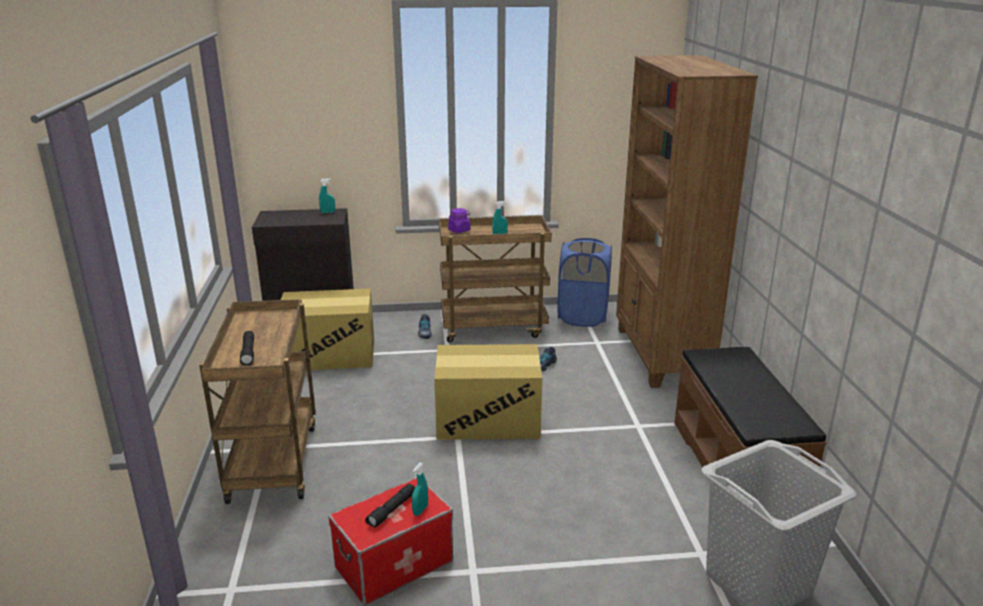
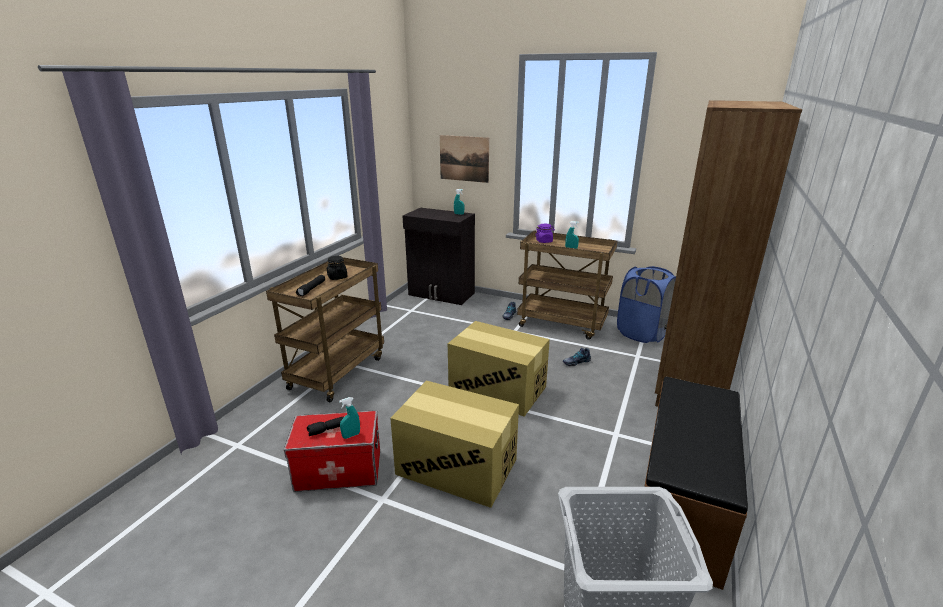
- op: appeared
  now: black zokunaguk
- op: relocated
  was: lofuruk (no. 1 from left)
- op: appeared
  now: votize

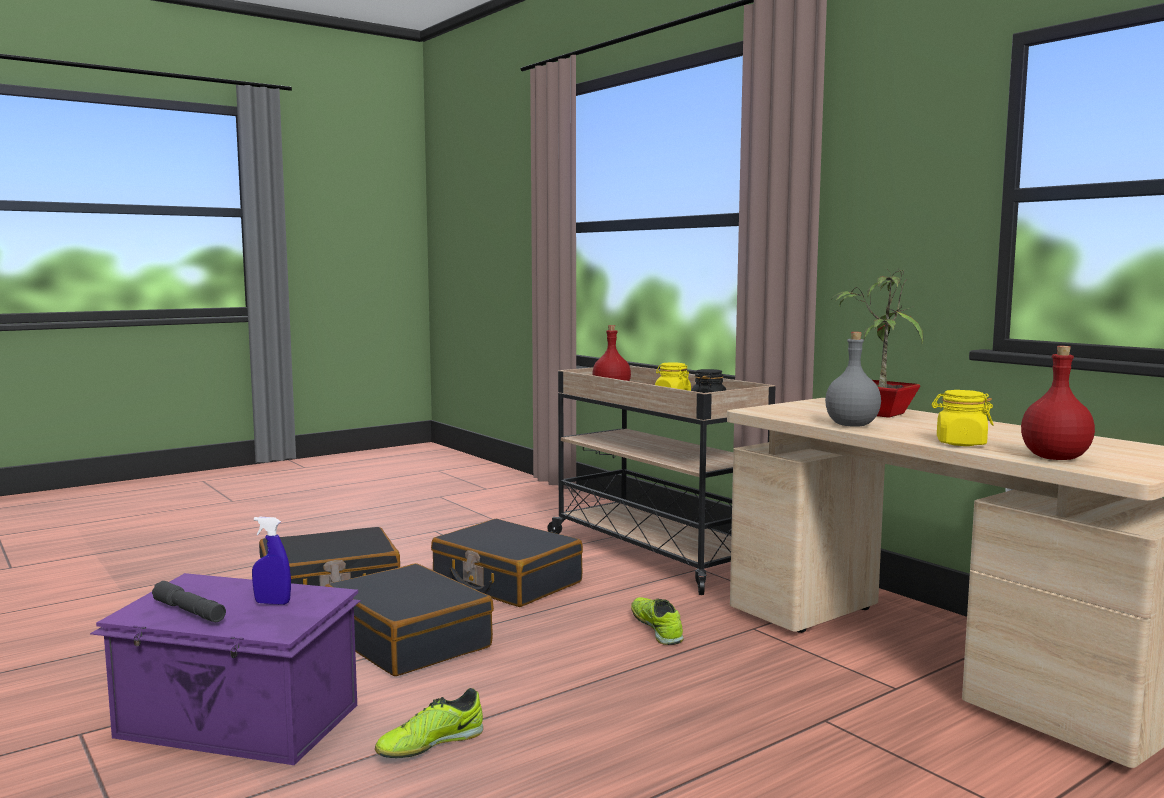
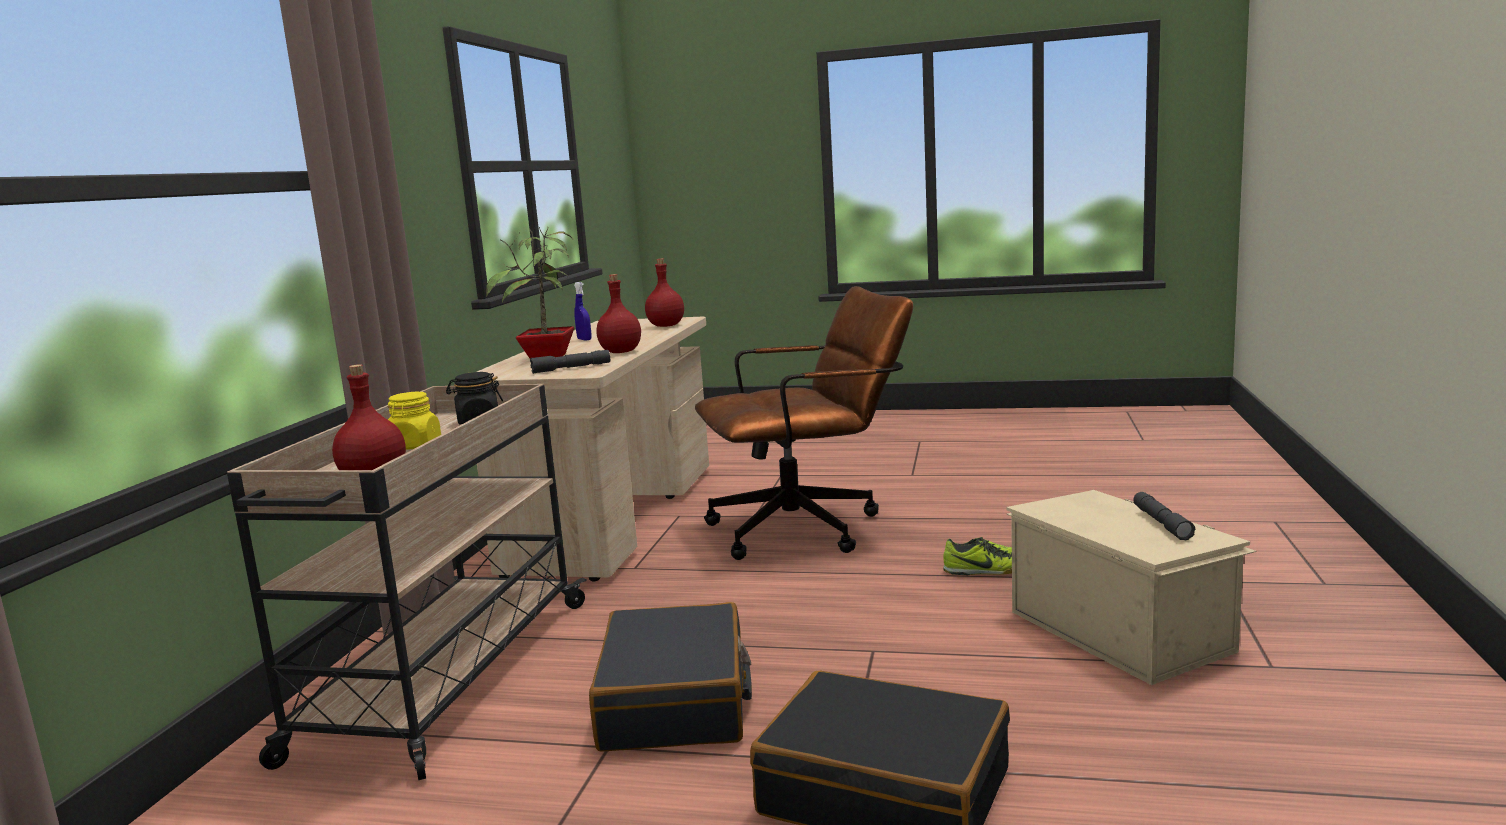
- op: appeared
  now: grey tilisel (no. 1 from left)
- op: relocated
  was: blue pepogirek
- op: colour
  was: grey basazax
  now: red basazax (no. 2 from left)
- op: appeared
  now: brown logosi
- op: colour
  was: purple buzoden
  now: beige buzoden
- op: missing
  was: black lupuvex (no. 2 from left)
- op: missing
  was: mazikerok (no. 2 from left)
- op: missing
  was: yellow zokunaguk (no. 2 from left)

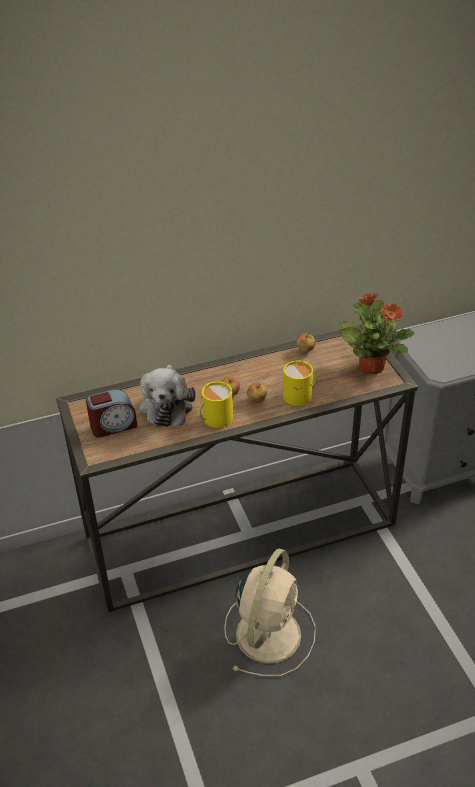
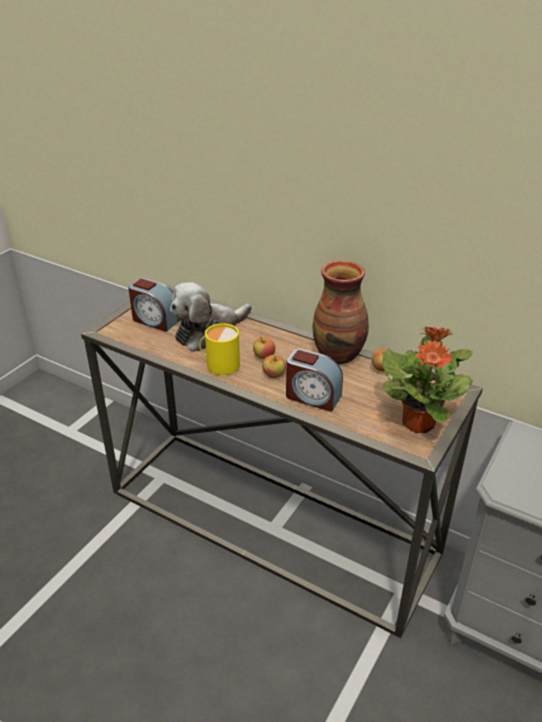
- op: exchanged
  was: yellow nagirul (no. 2 from left)
  now: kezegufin (no. 2 from left)
- op: appeared
  now: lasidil
- op: missing
  was: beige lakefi

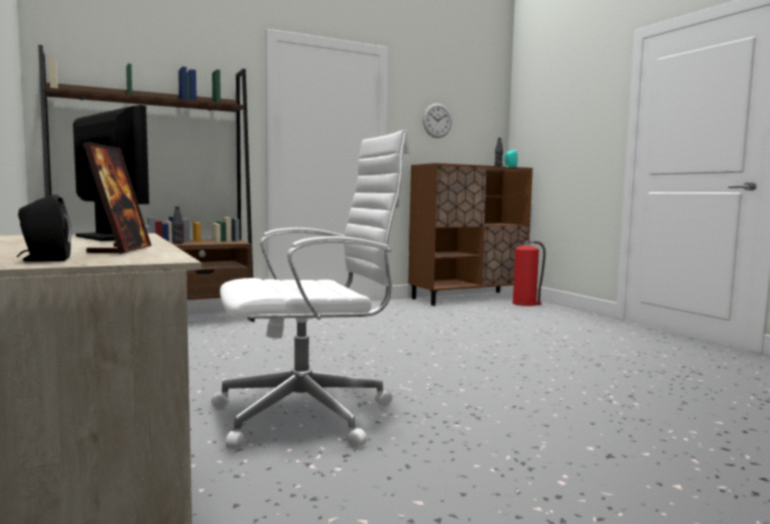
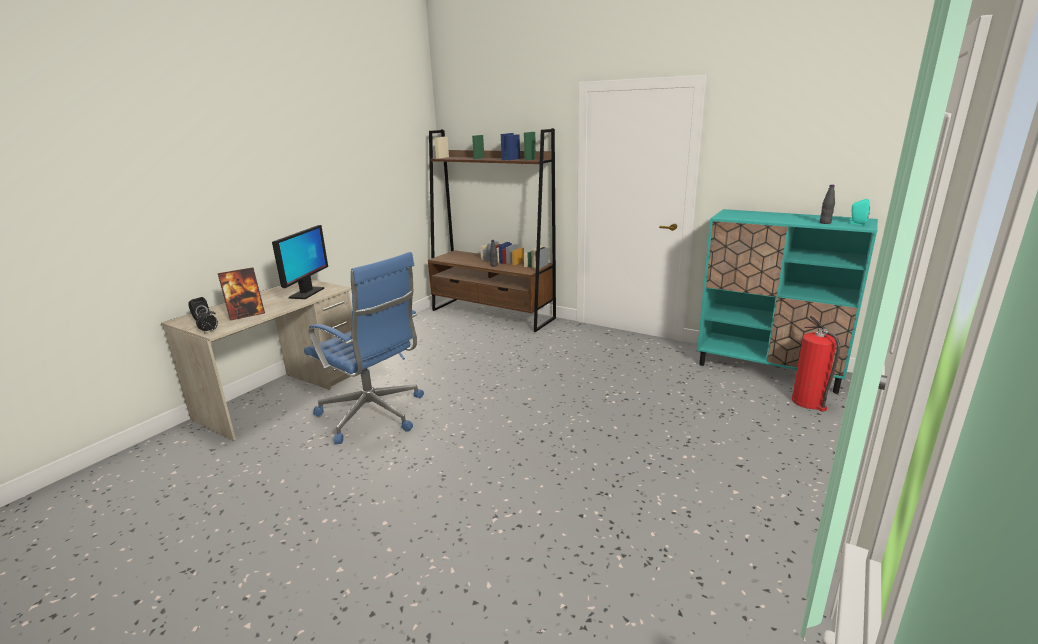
- op: appeared
  now: kezegufin
- op: colour
  was: white logosi
  now: blue logosi
- op: colour
  was: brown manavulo
  now: turquoise manavulo
- op: missing
  was: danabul

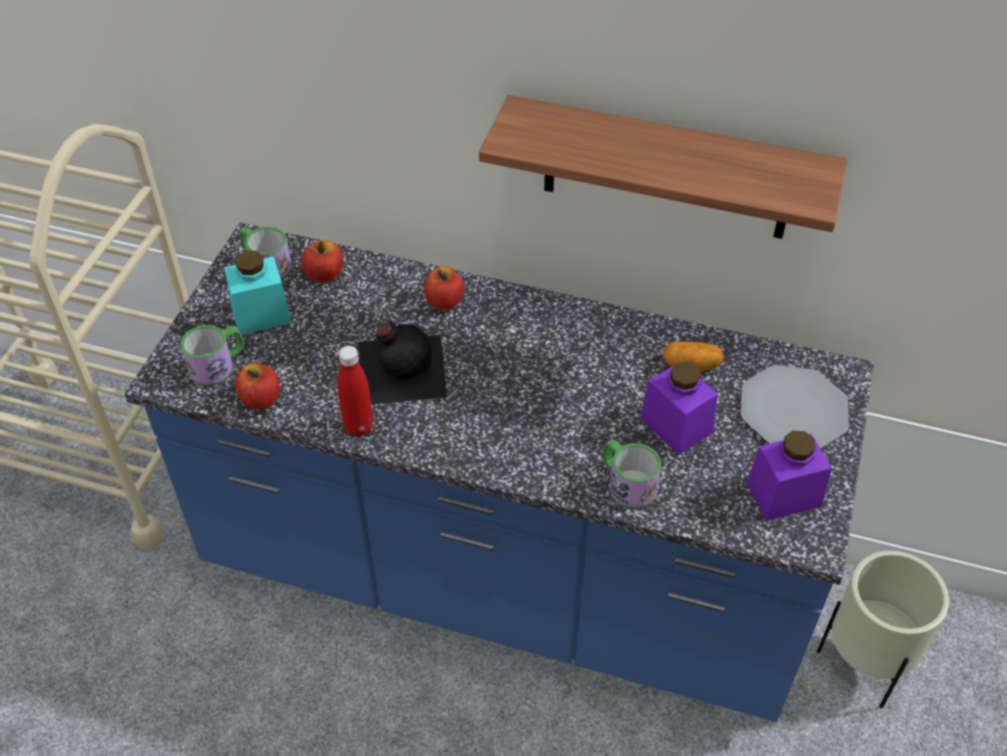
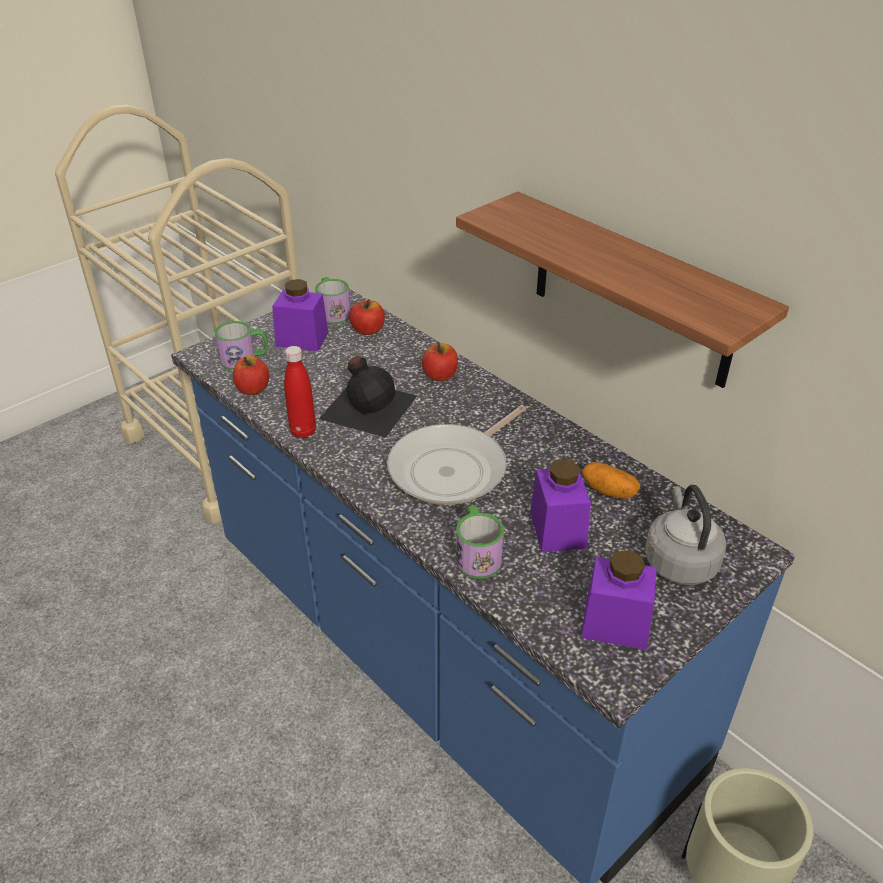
- op: colour
  was: turquoise zokunaguk
  now: purple zokunaguk (no. 1 from left)
- op: appeared
  now: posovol
- op: exchanged
  was: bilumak
  now: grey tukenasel

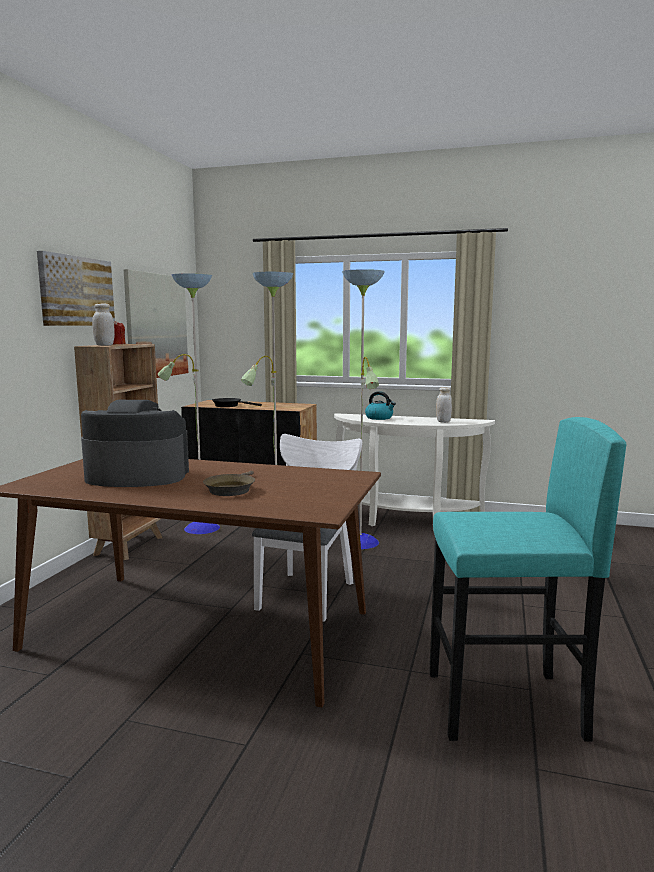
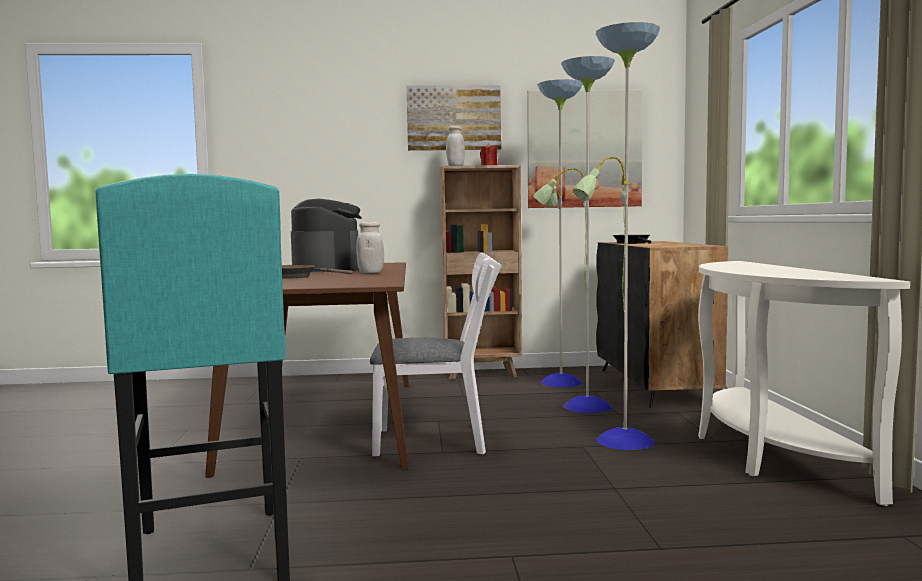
- op: relocated
  was: white zokunaguk (no. 2 from left in the first image)
  now: white zokunaguk (no. 1 from left)
- op: missing
  was: tukenasel

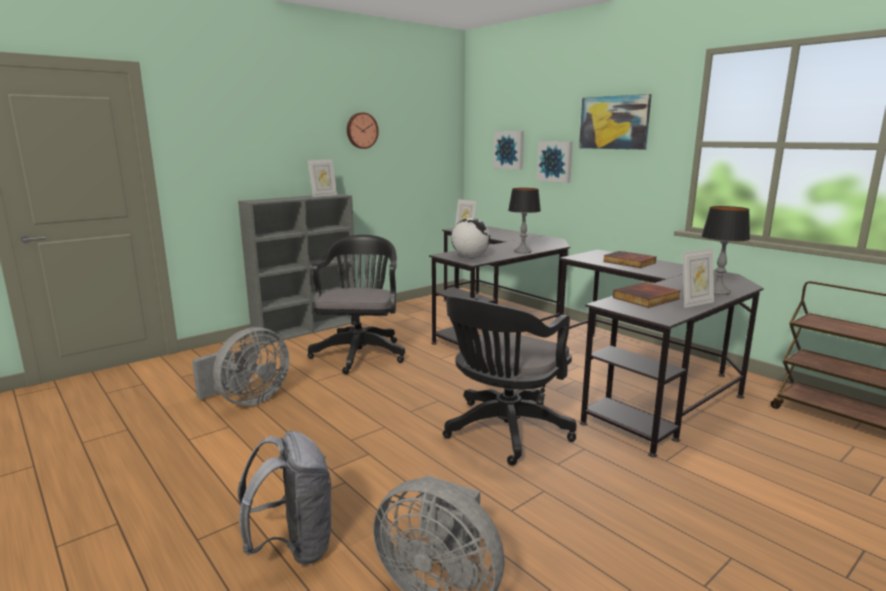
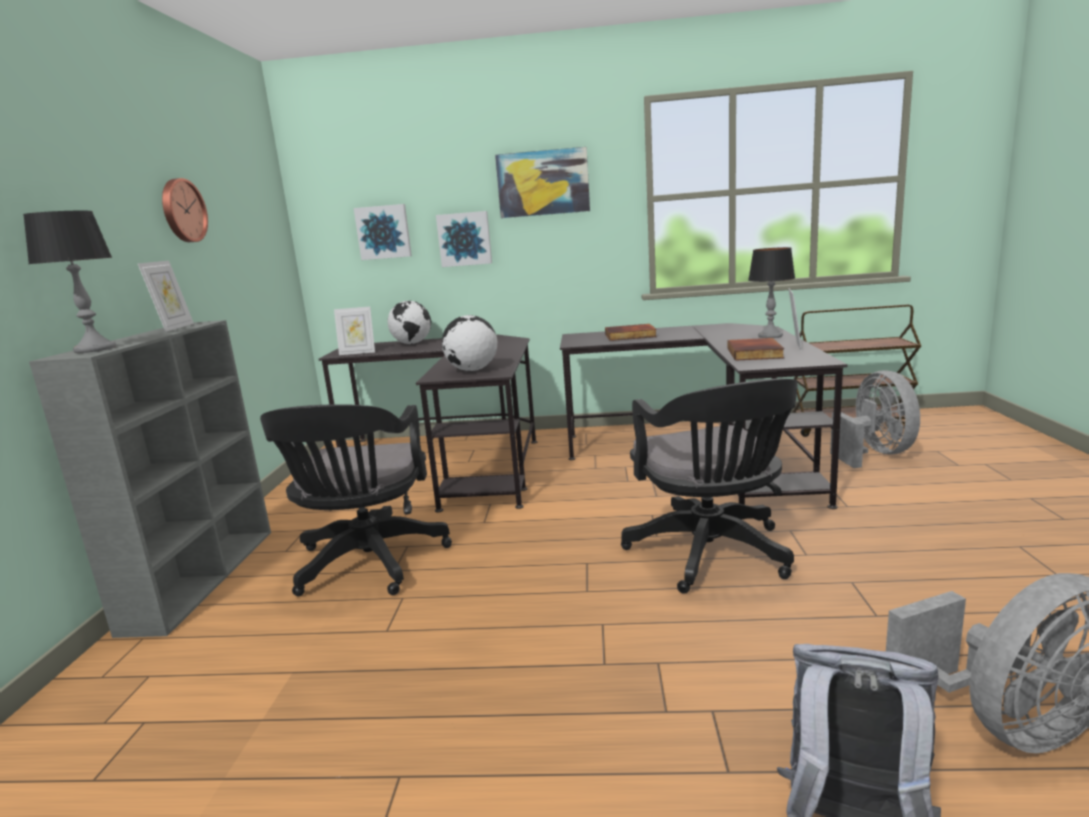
- op: relocated
  was: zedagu (no. 1 from left)
- op: spun
  was: black logosi (no. 1 from left)
  clockwise: -135
- op: appeared
  now: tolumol (no. 1 from left)
- op: relocated
  was: grey lakefi (no. 1 from left)

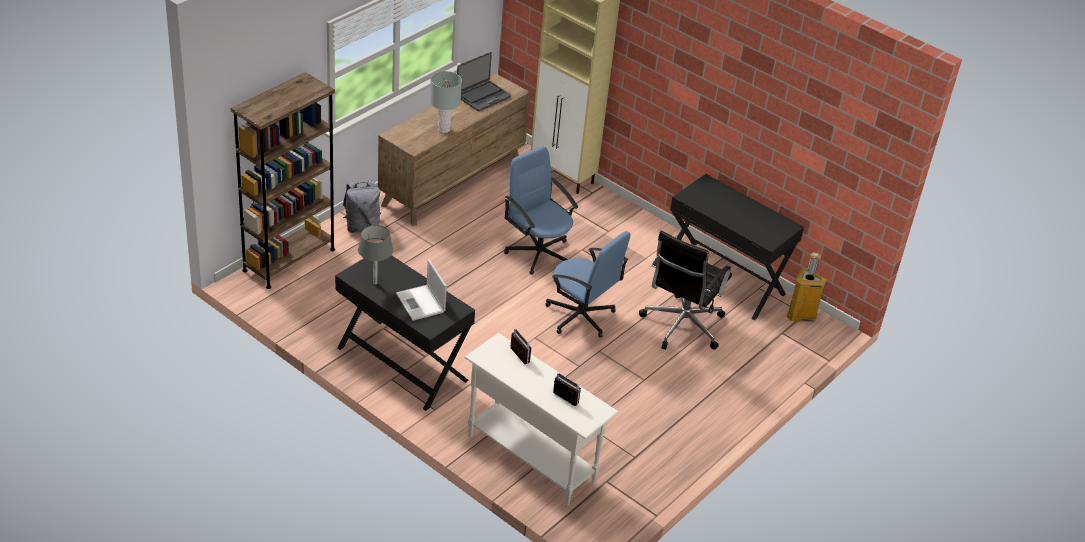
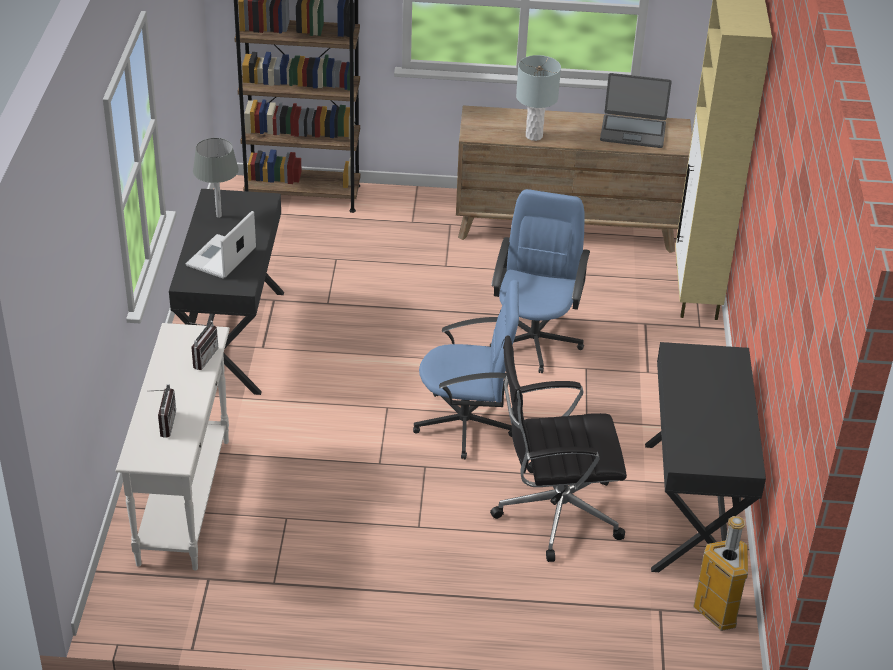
- op: spun
  was: blue logosi (no. 2 from left in the first image)
  clockwise: -90
- op: missing
  was: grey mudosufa

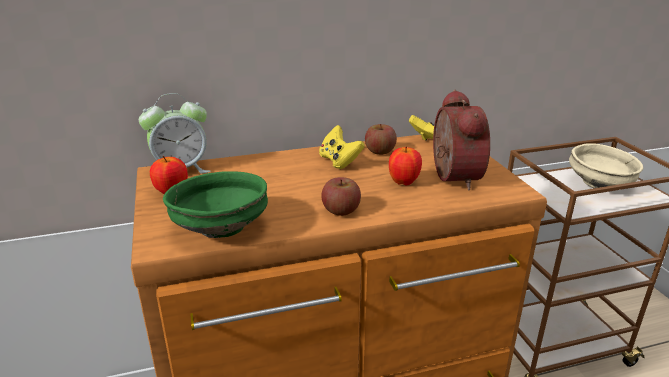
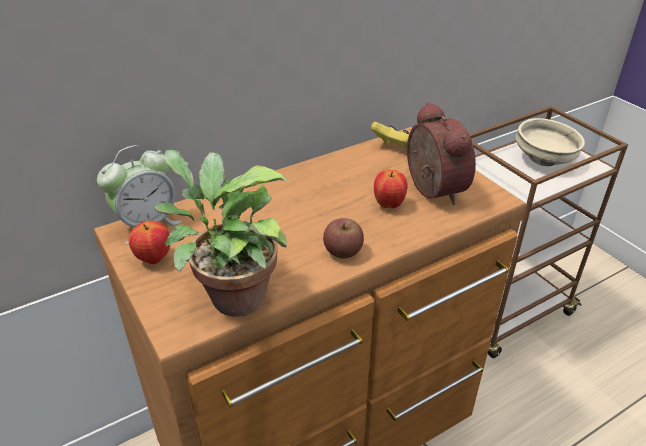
- op: exchanged
  was: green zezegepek
  now: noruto
- op: missing
  was: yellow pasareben (no. 1 from left)
- op: missing
  was: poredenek (no. 3 from left)

